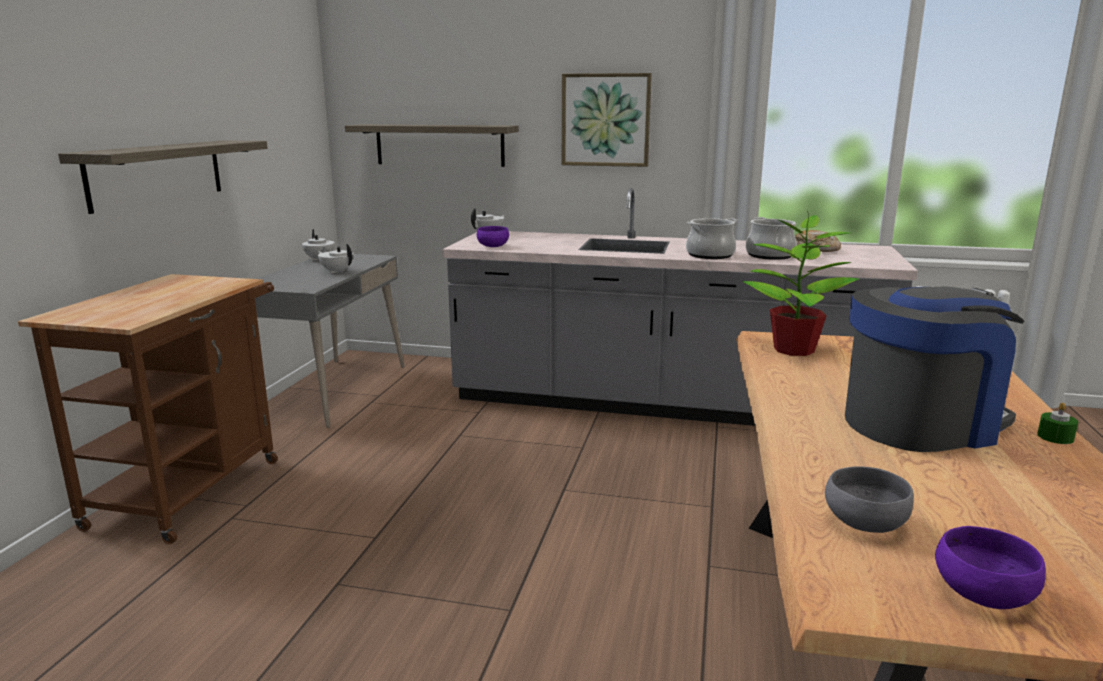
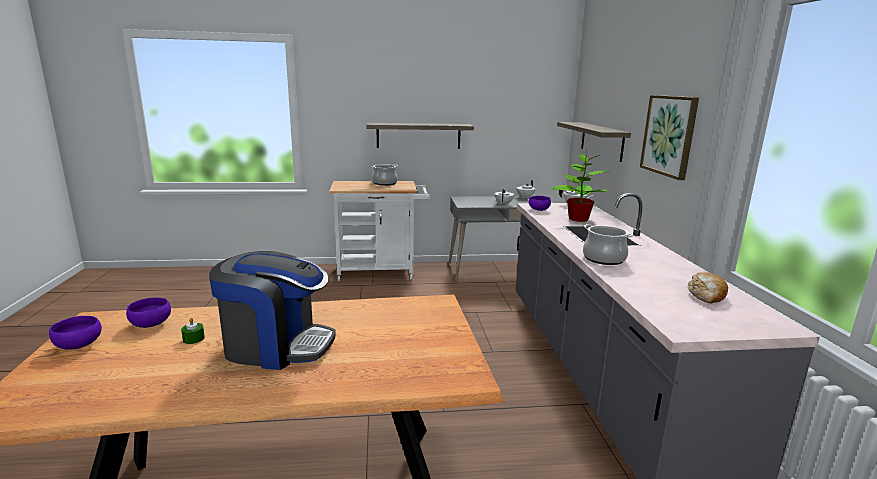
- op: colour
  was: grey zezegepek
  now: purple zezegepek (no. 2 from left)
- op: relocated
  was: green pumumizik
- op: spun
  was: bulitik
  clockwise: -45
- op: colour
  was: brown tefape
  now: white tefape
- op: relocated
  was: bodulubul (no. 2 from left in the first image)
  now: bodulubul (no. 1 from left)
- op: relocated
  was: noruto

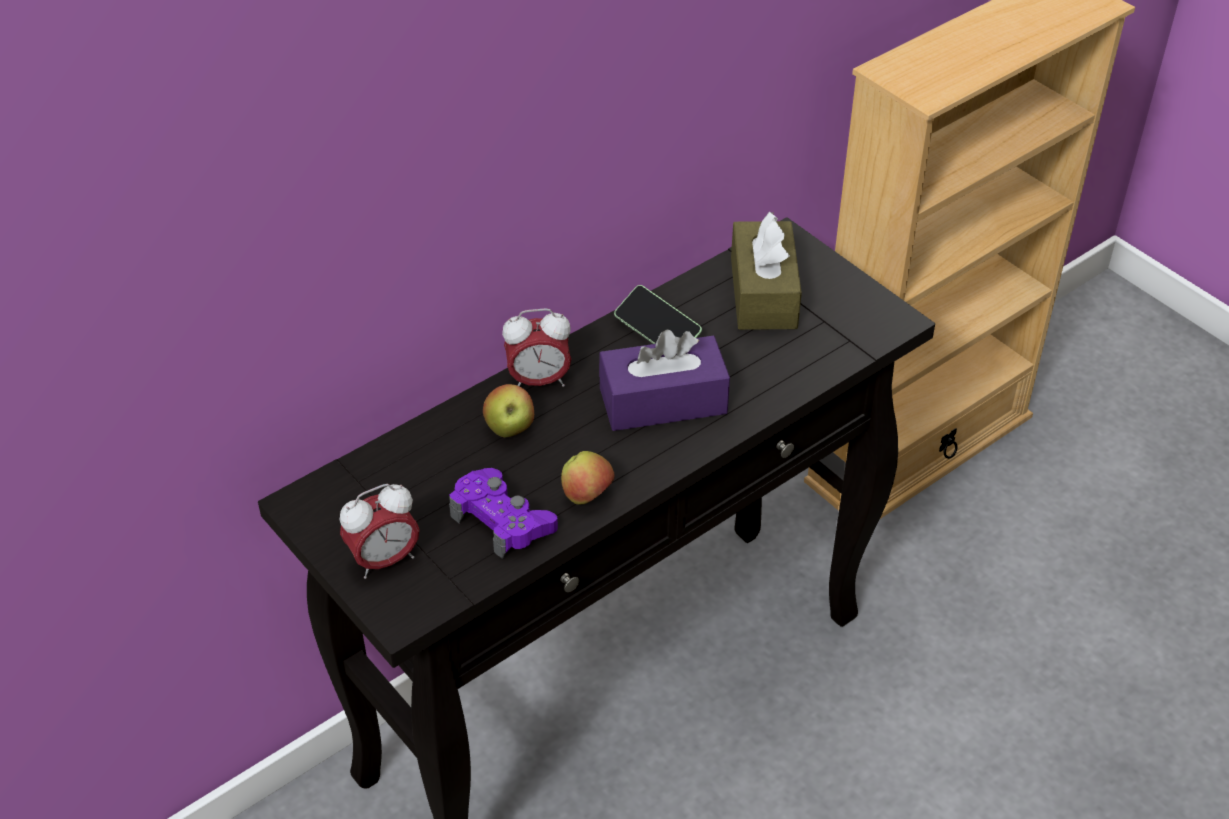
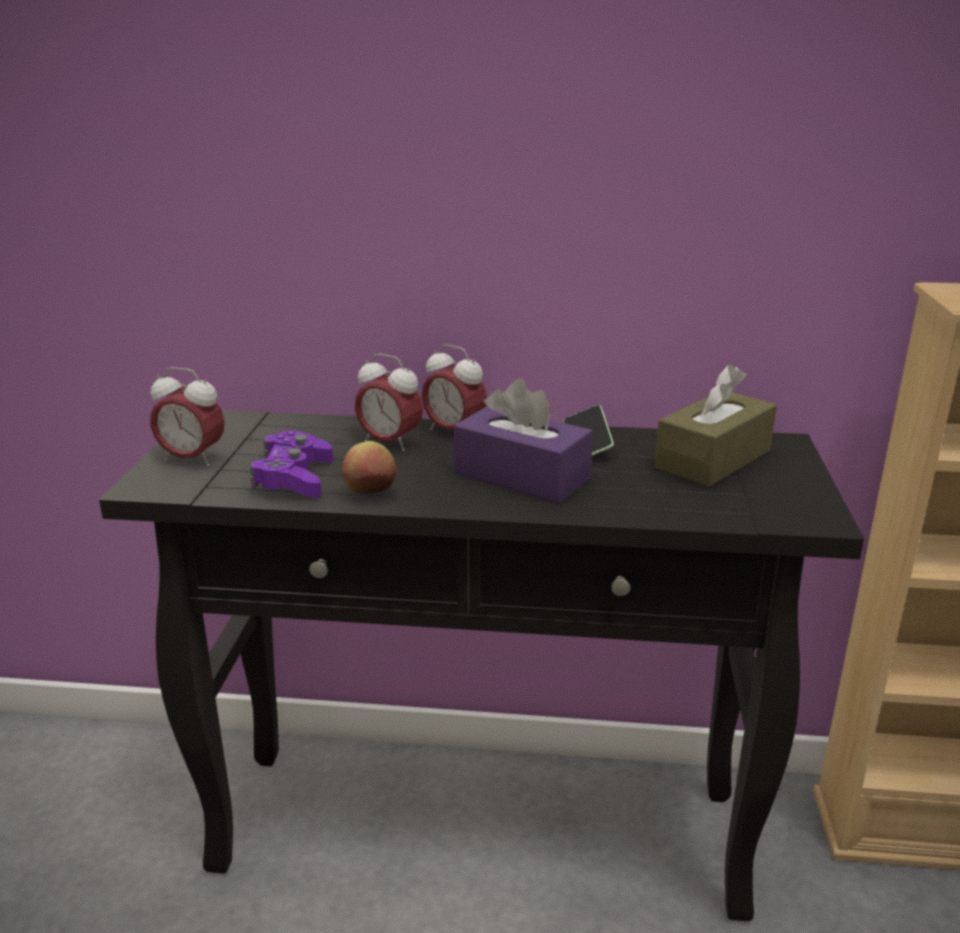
- op: exchanged
  was: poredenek (no. 1 from left)
  now: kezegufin (no. 2 from left)

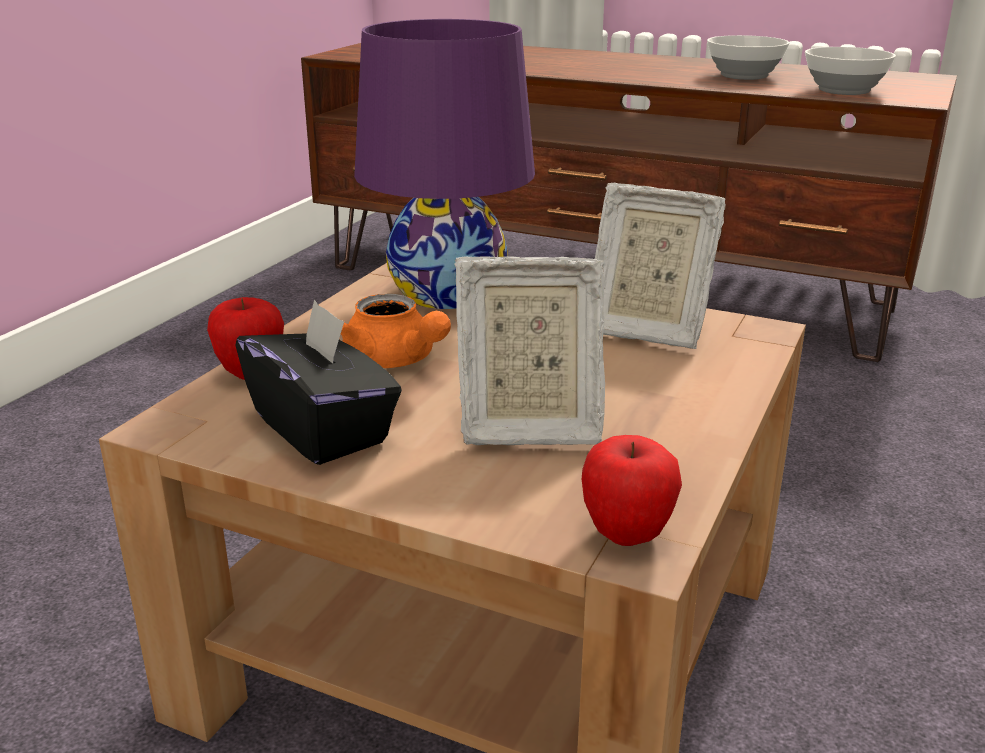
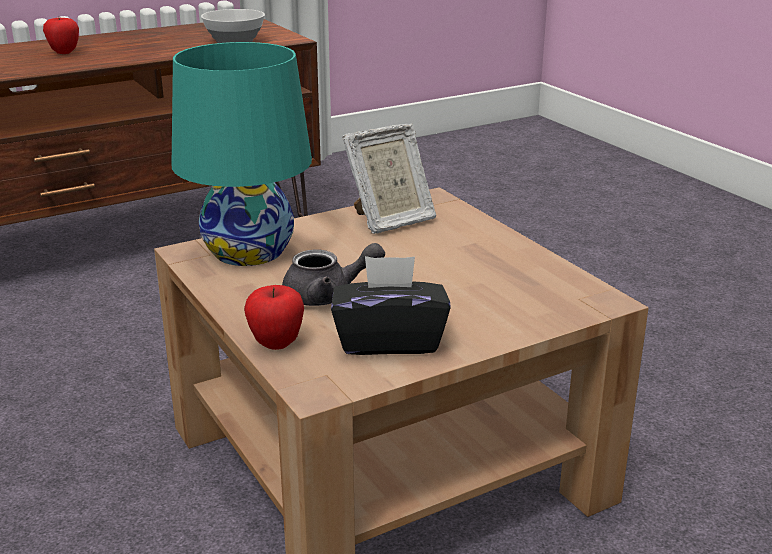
- op: relocated
  was: poredenek (no. 2 from left in the first image)
  now: poredenek (no. 1 from left)
- op: colour
  was: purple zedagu
  now: turquoise zedagu
- op: colour
  was: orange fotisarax
  now: grey fotisarax
- op: missing
  was: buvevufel (no. 1 from left)
- op: missing
  was: zezegepek (no. 1 from left)

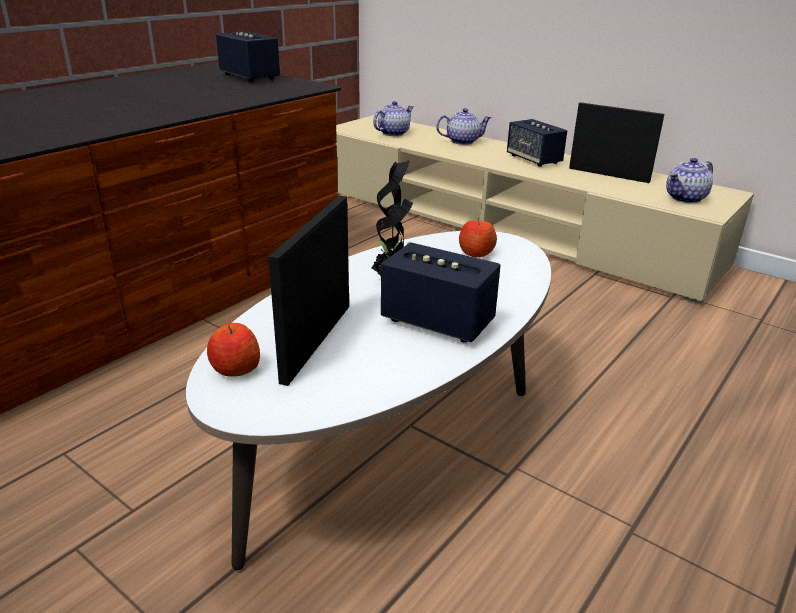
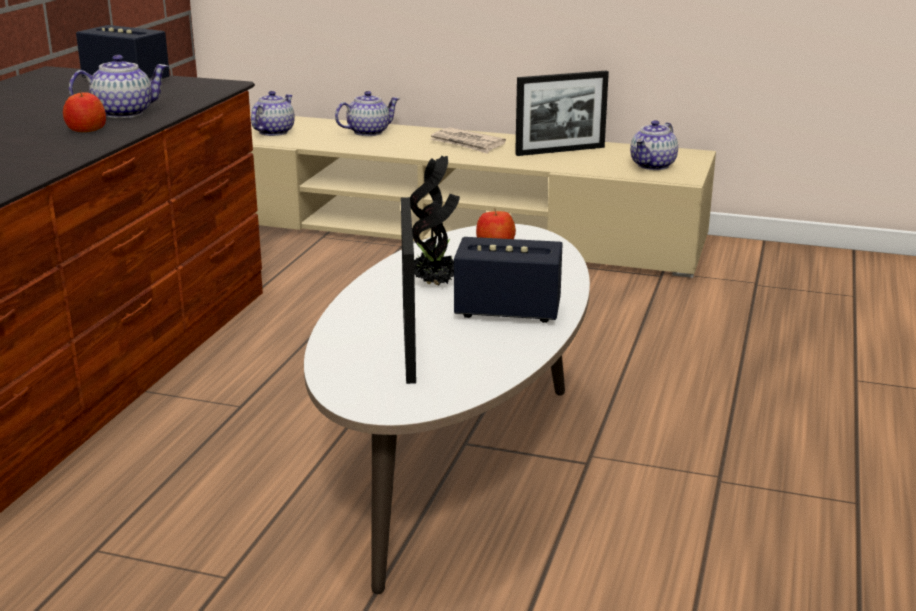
- op: relocated
  was: poredenek (no. 1 from left)
- op: appeared
  now: fotisarax (no. 1 from left)
- op: exchanged
  was: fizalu (no. 3 from left)
  now: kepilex
- op: spun
  was: buvevufel (no. 2 from left)
  clockwise: 150

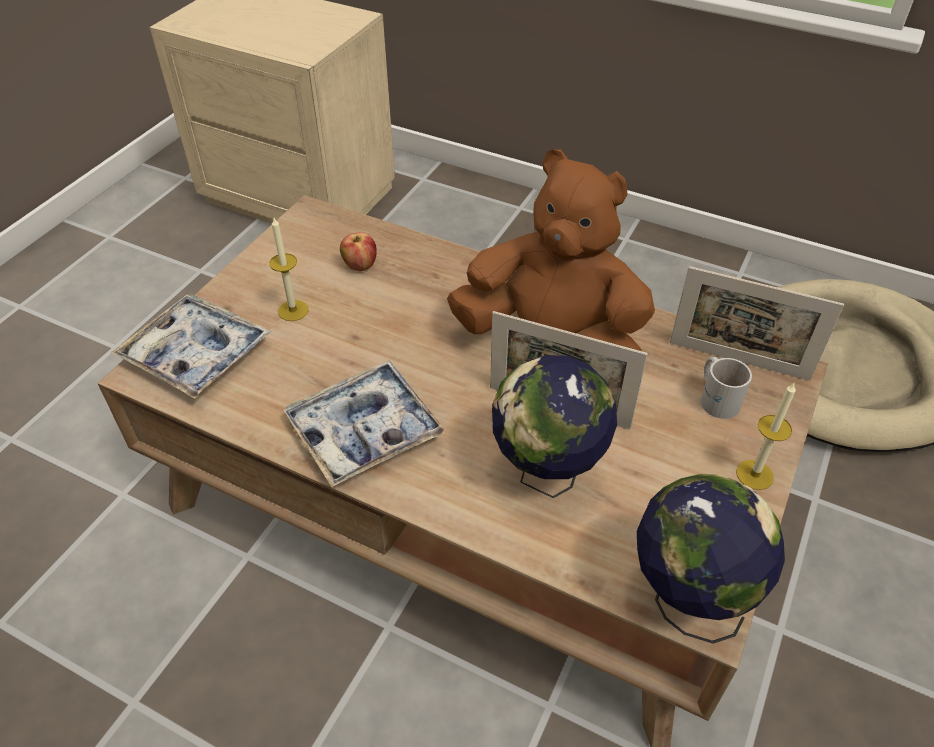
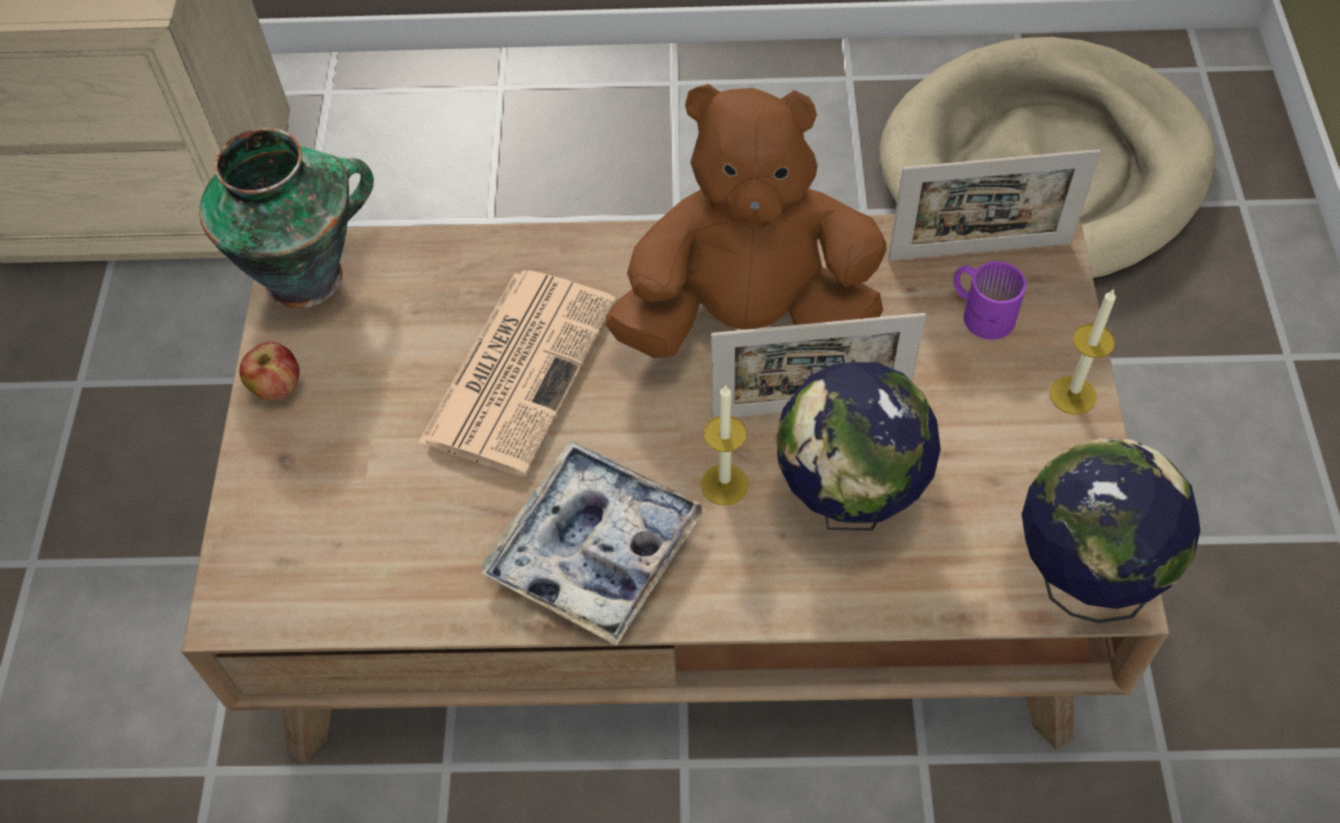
- op: appeared
  now: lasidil
- op: relocated
  was: poredenek
- op: appeared
  now: kepilex
- op: relocated
  was: pumumizik (no. 1 from left)
- op: colour
  was: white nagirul
  now: purple nagirul
- op: missing
  was: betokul (no. 1 from left)

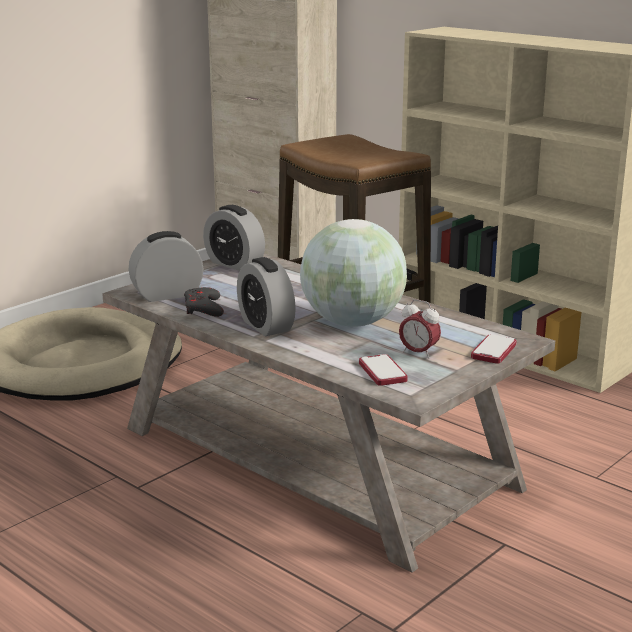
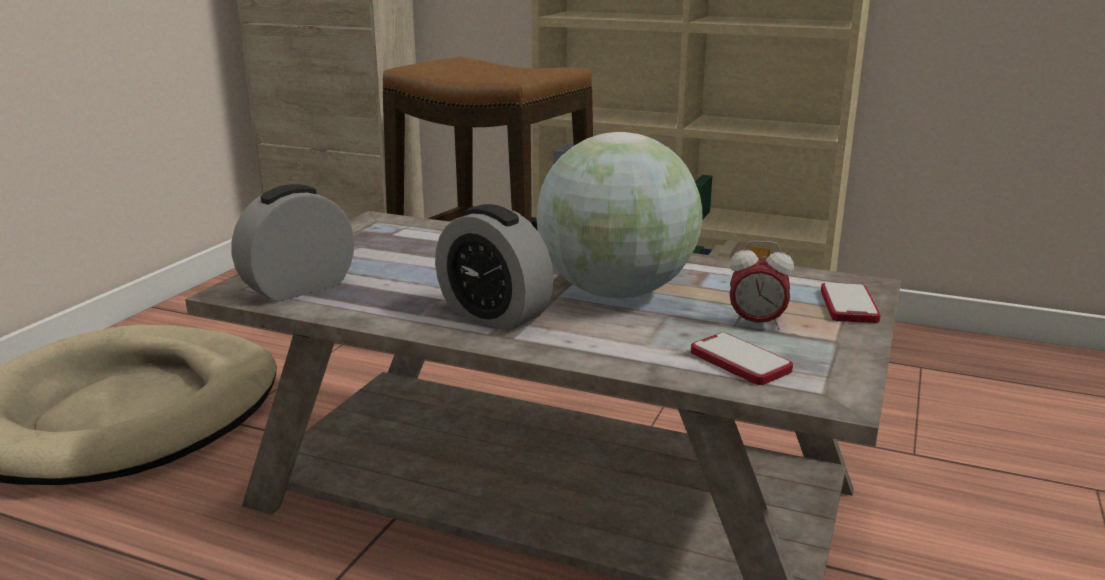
- op: missing
  was: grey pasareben
- op: missing
  was: kezegufin (no. 2 from left)

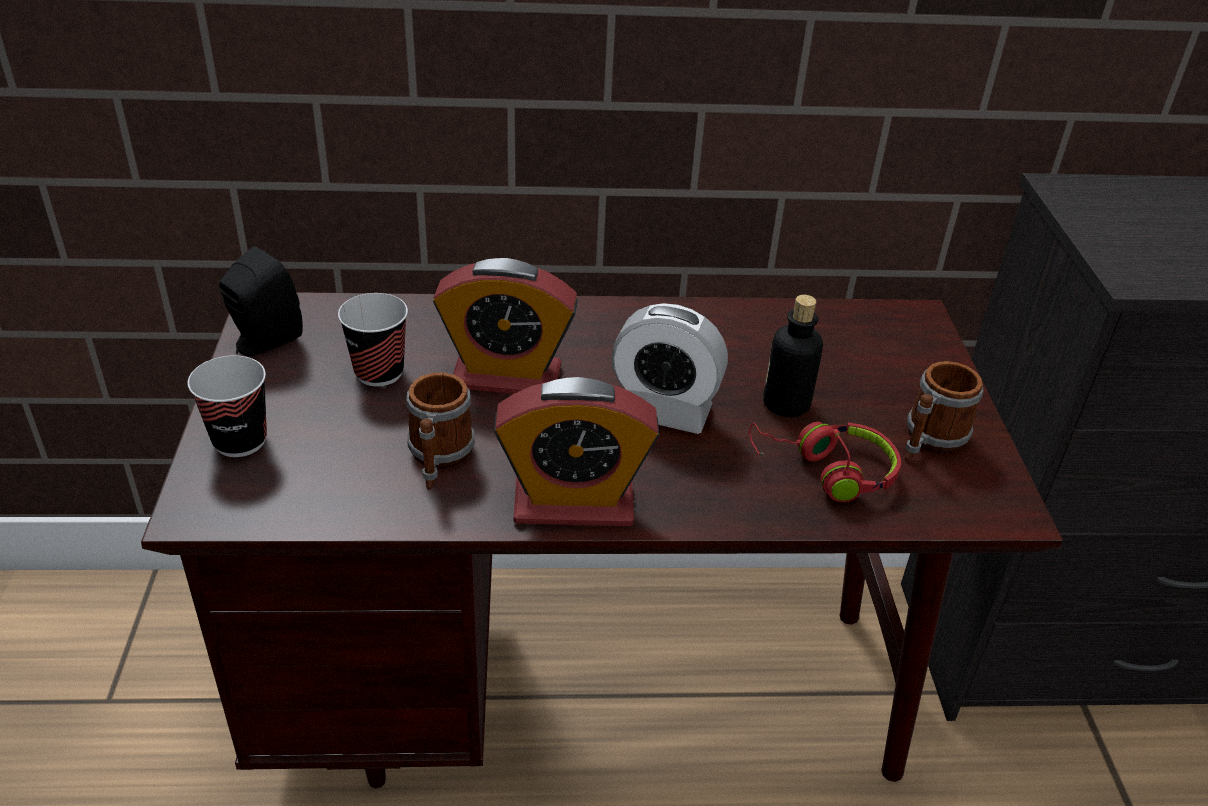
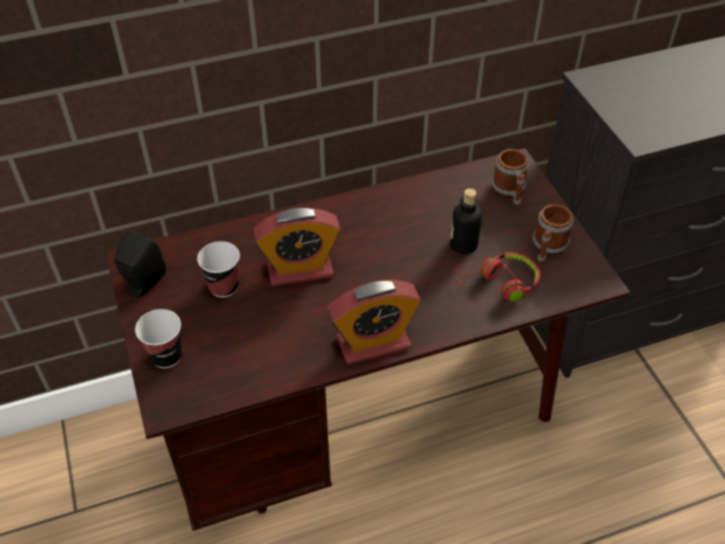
- op: relocated
  was: nagirul (no. 1 from left)
- op: missing
  was: kezegufin (no. 3 from left)

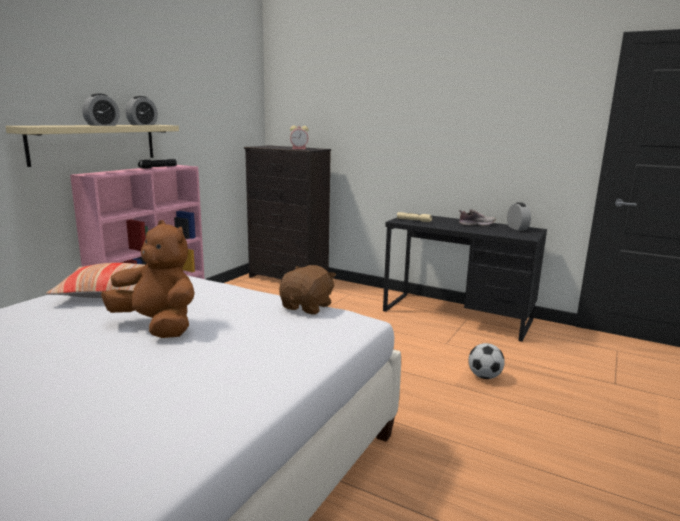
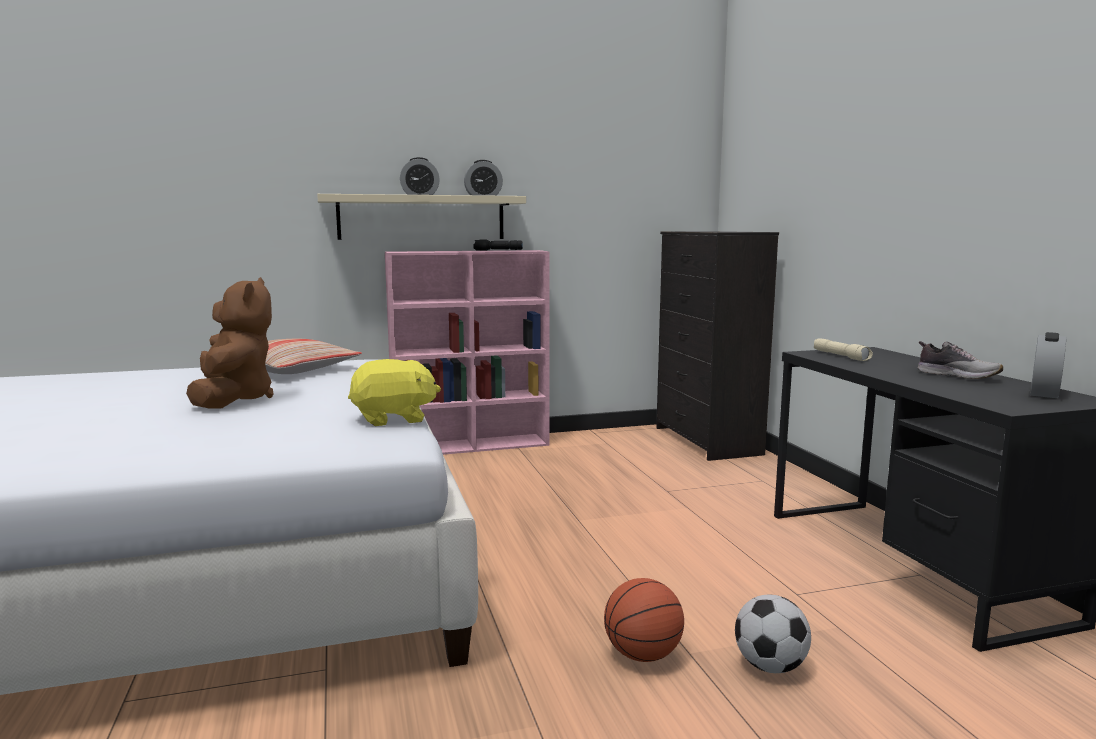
- op: colour
  was: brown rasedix (no. 2 from left)
  now: yellow rasedix
- op: appeared
  now: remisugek
- op: missing
  was: kezegufin (no. 3 from left)

